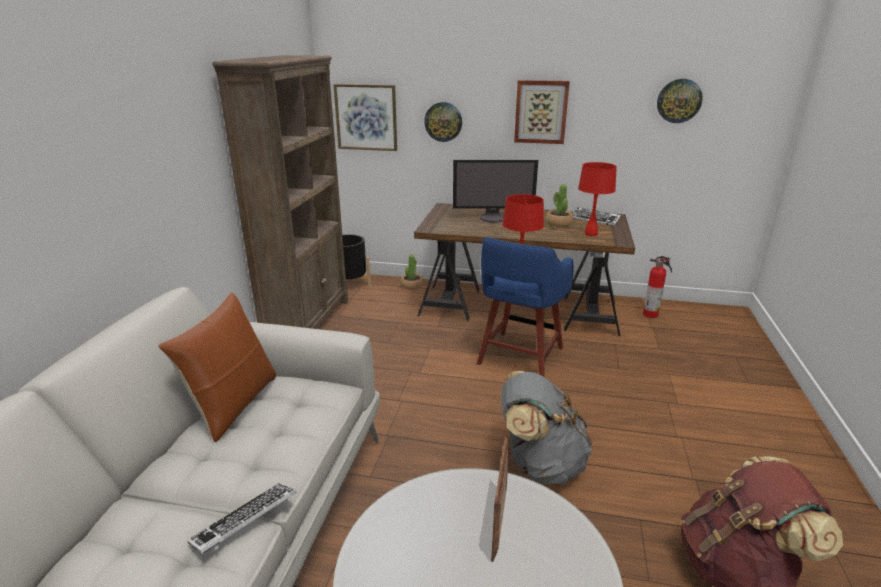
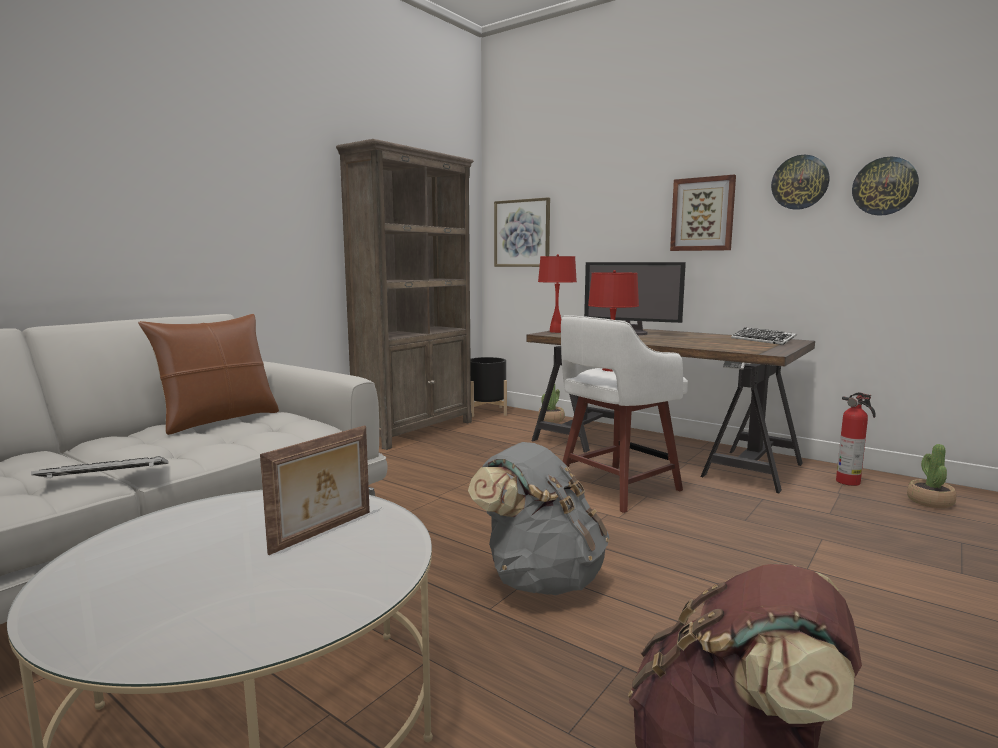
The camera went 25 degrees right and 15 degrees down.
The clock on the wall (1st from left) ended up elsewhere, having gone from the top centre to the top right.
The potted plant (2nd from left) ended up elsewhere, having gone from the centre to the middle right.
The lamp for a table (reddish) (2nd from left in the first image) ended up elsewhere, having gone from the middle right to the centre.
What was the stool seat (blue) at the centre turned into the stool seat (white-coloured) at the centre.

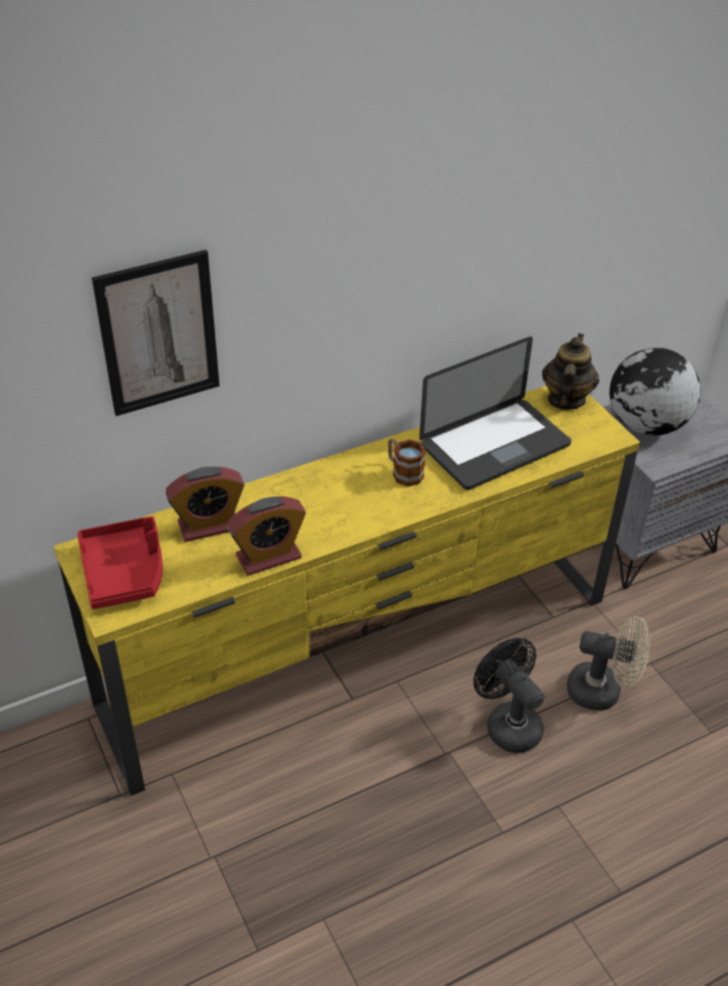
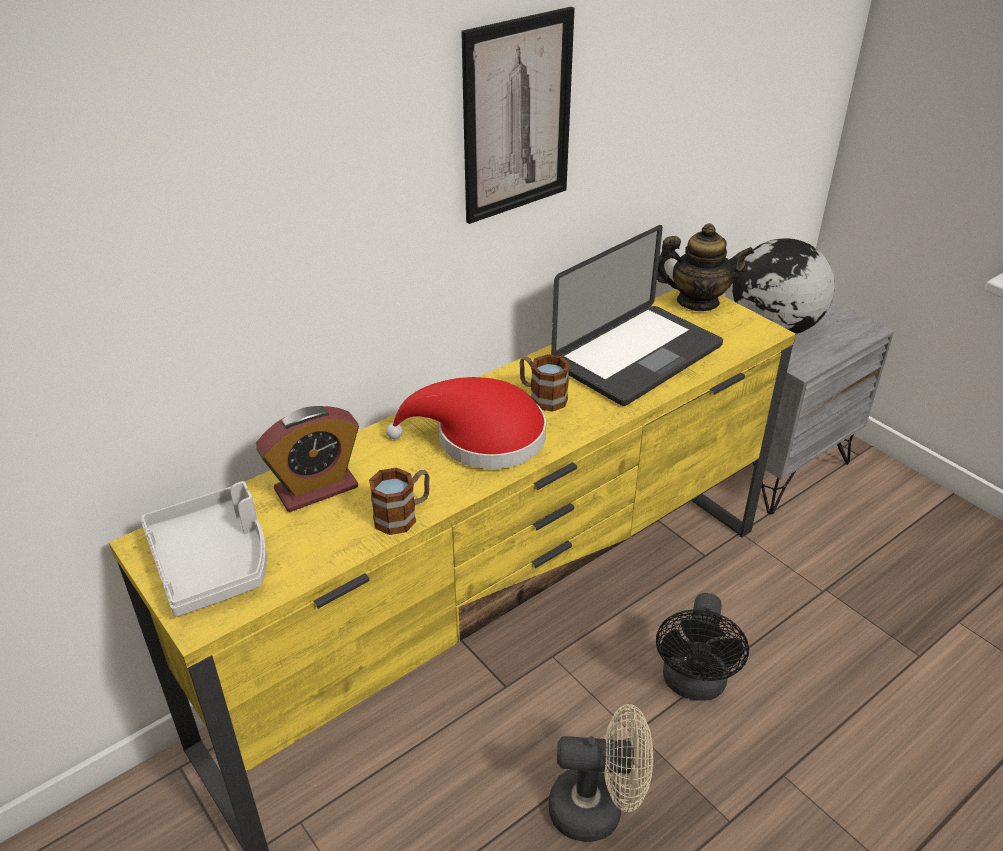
The camera went 10 degrees left and 5 degrees down.
The second view gained the hat (reddish) at the centre.
The picture ended up elsewhere, having gone from the middle left to the top centre.
The electric fan (beige-coloured) ended up elsewhere, having gone from the bottom right to the bottom centre.
Where the table clock (2nd from left) stood at the centre, the mug (1st from left) came to stand at the centre.
What was the serving tray (reddish) at the middle left turned into the serving tray (greyish) at the middle left.
The electric fan (black) at the bottom right ended up facing another way, 120 degrees counterclockwise from before.
The tea pot at the middle right ended up facing another way, 90 degrees clockwise from before.

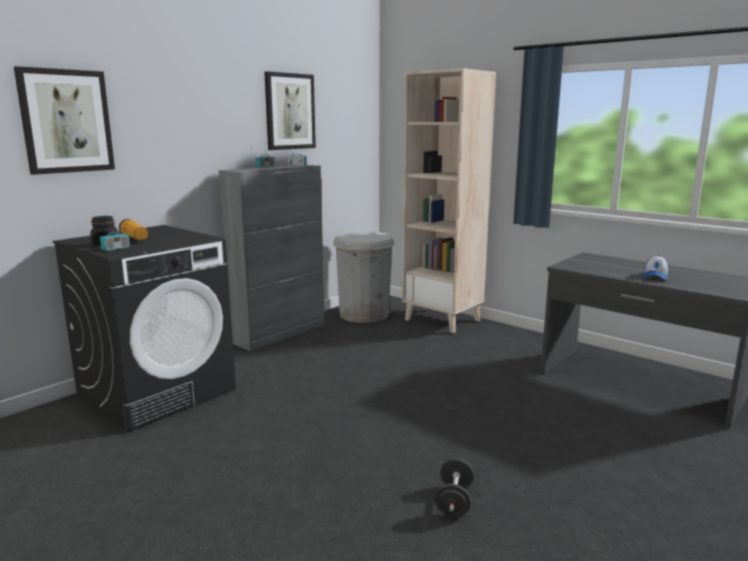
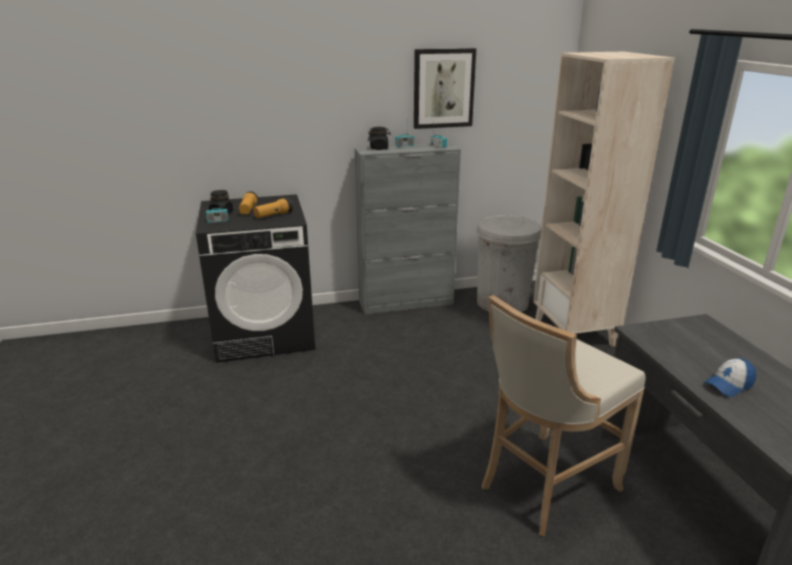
The camera went 35 degrees right and 10 degrees up.
The second view lost the picture (1st from left) at the top left.
The second view lost the hand weight (black) at the bottom centre.
The second view gained the flashlight (2nd from left) at the centre.
The second view gained the jar (black) (2nd from left) at the top centre.
The second view gained the stool seat (beige-coloured) at the bottom right.

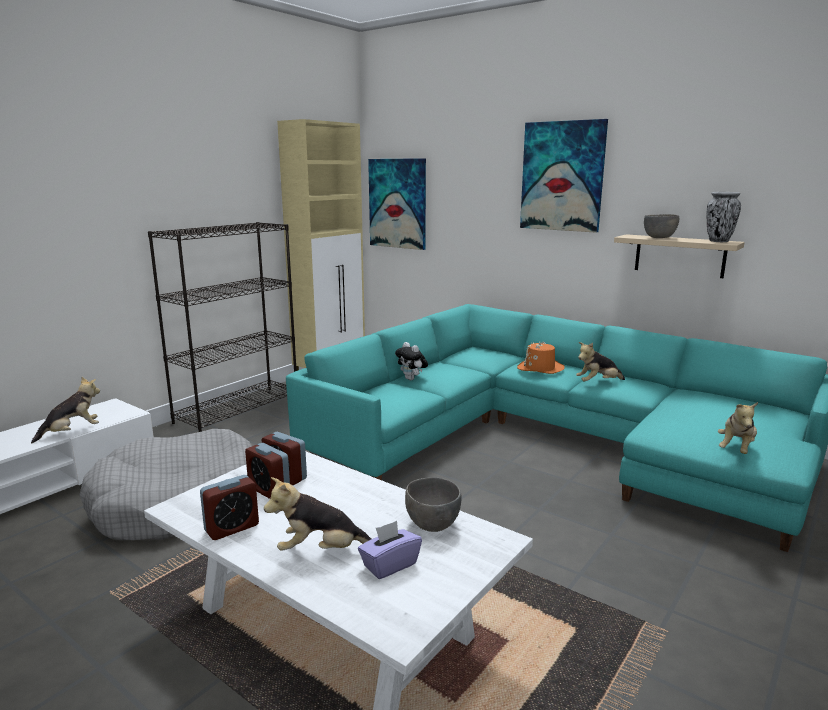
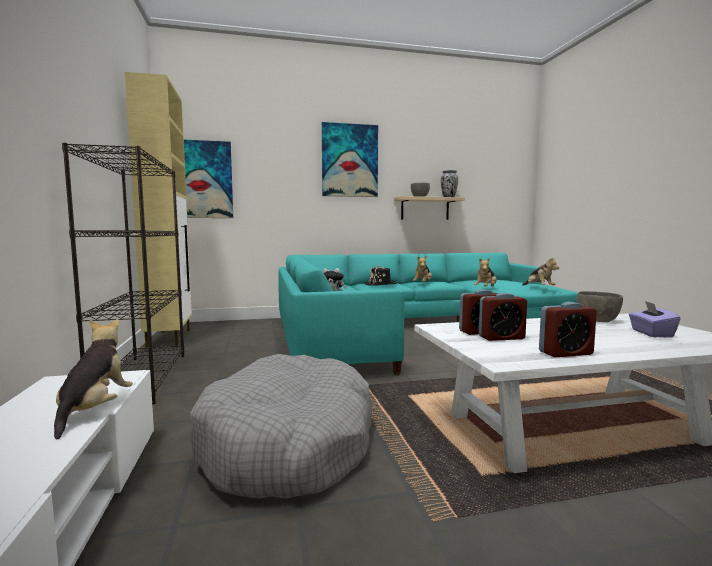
The camera went 50 degrees left and 10 degrees down.
The plush toy (2nd from left in the first image) ended up elsewhere, having gone from the bottom centre to the middle right.
What was the hat (orange-coloured) at the centre turned into the hat (black) at the centre.
The table clock (1st from left in the first image) at the bottom left ended up facing another way, 75 degrees clockwise from before.

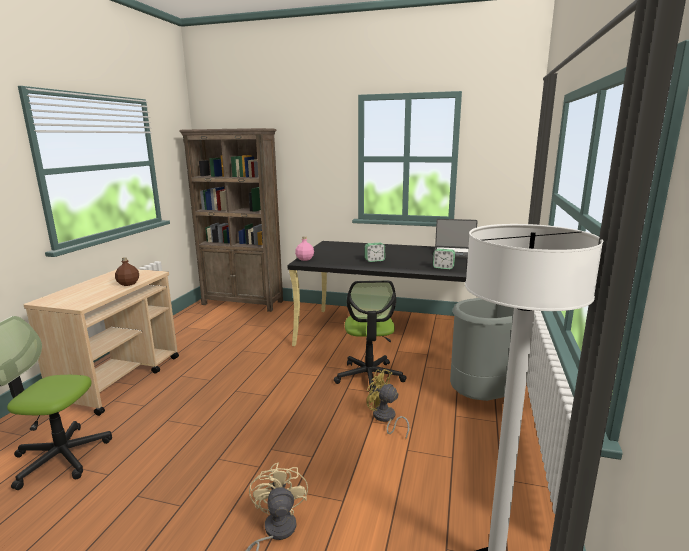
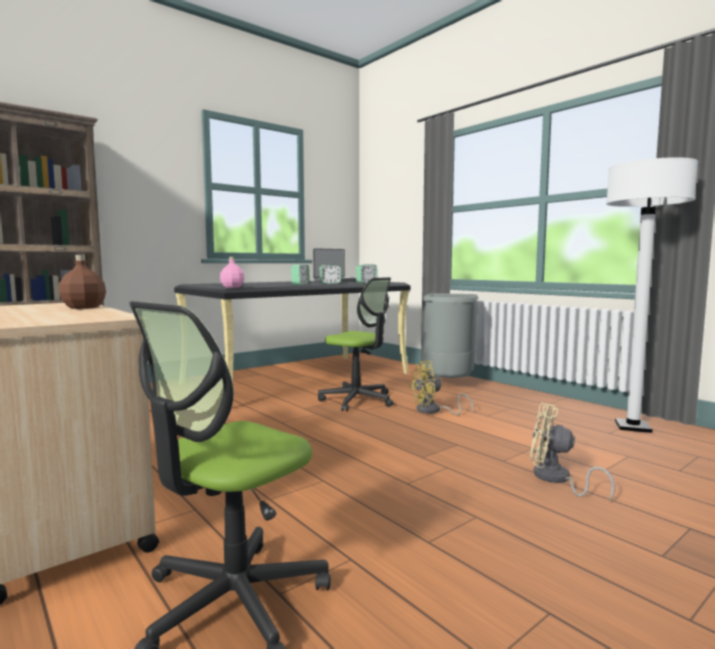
The camera went 55 degrees left and 10 degrees down.
The second view gained the table clock (2nd from left) at the centre.

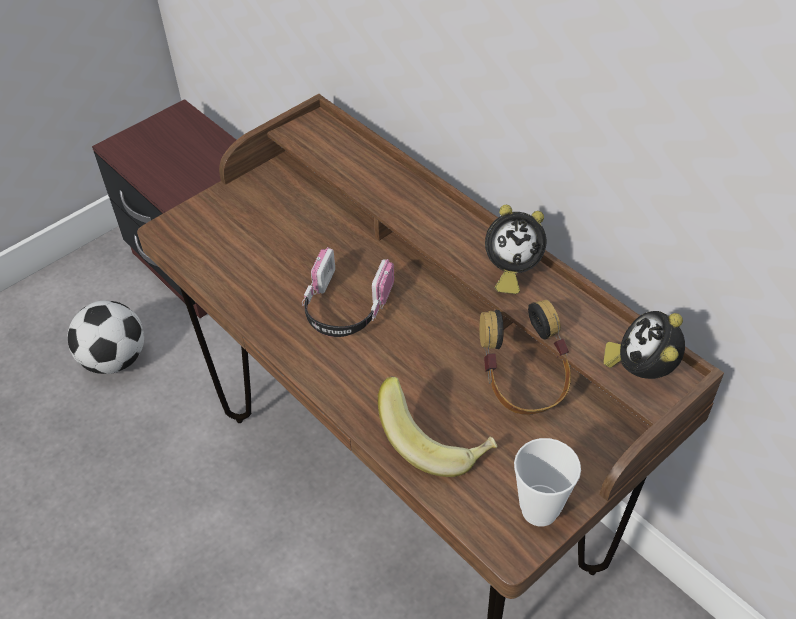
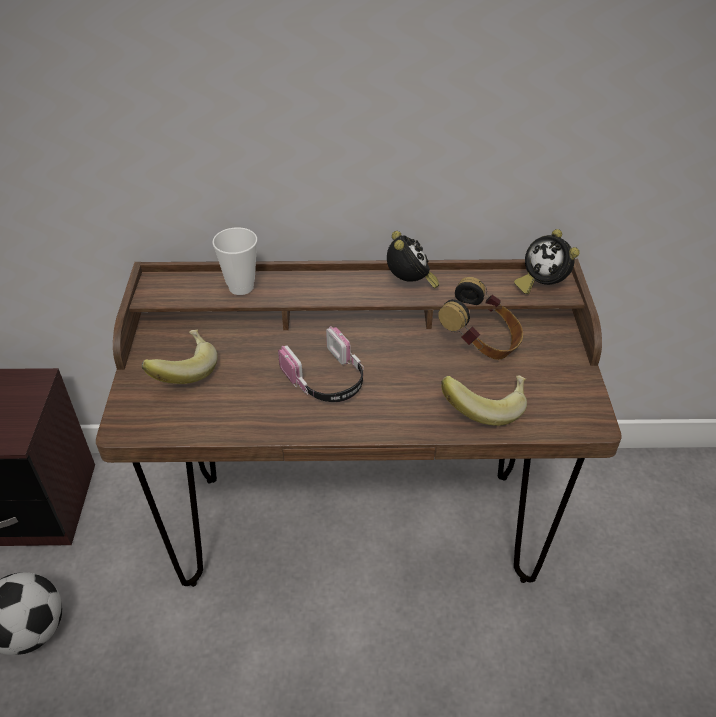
The camera went 50 degrees left and 5 degrees down.
The second view gained the whole banana (1st from left) at the middle left.
The small cup ended up elsewhere, having gone from the bottom right to the middle left.
The table clock (1st from left) at the centre ended up facing another way, 45 degrees counterclockwise from before.

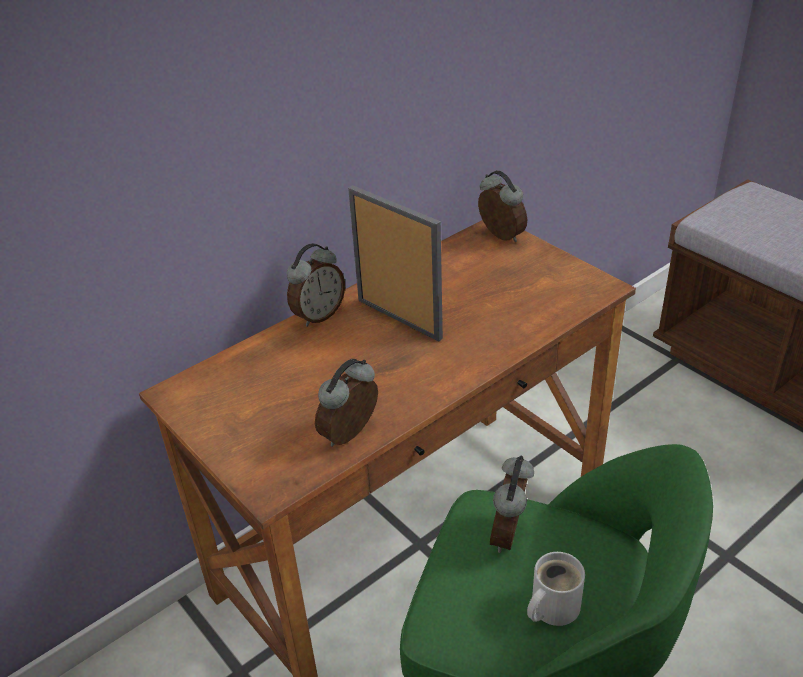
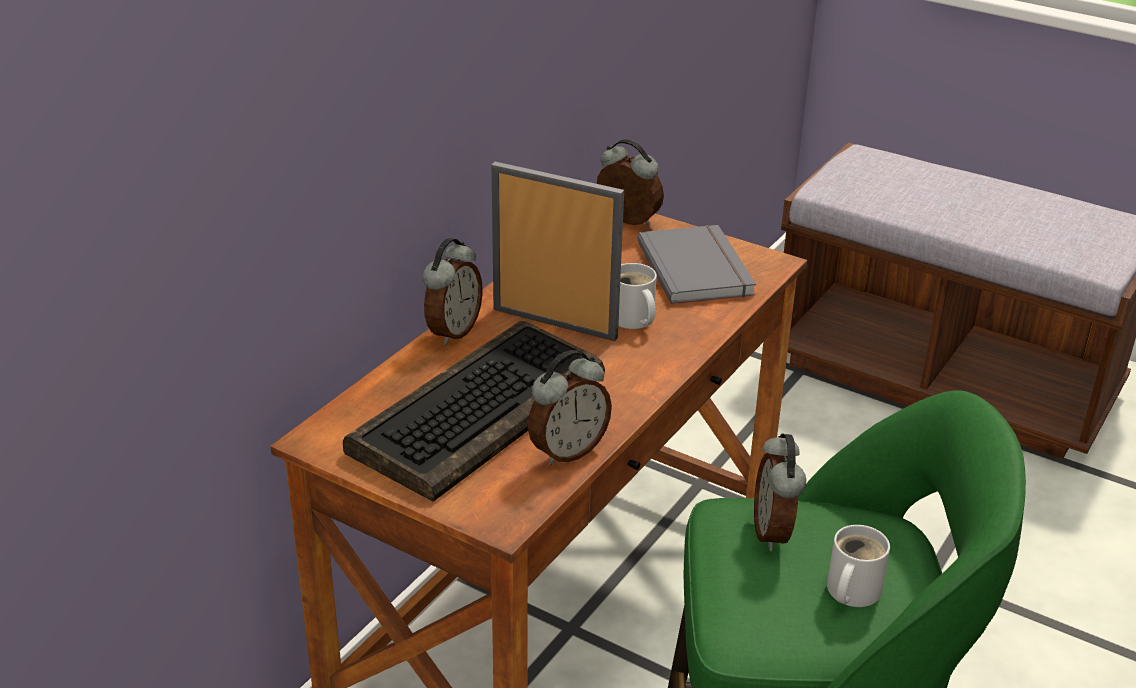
The camera went 20 degrees left and 5 degrees down.
The second view gained the PC keyboard at the centre.
The second view gained the mug (white-coloured) (1st from left) at the centre.
The second view gained the bound book (greyish) at the centre.
The table clock (2nd from left) at the centre ended up facing another way, 150 degrees counterclockwise from before.

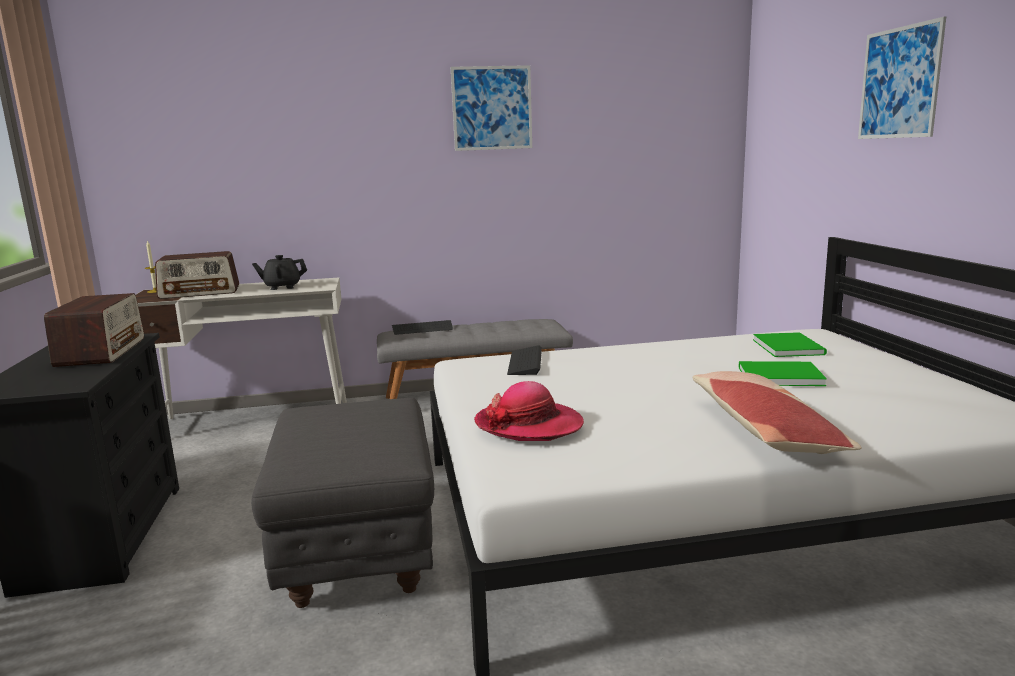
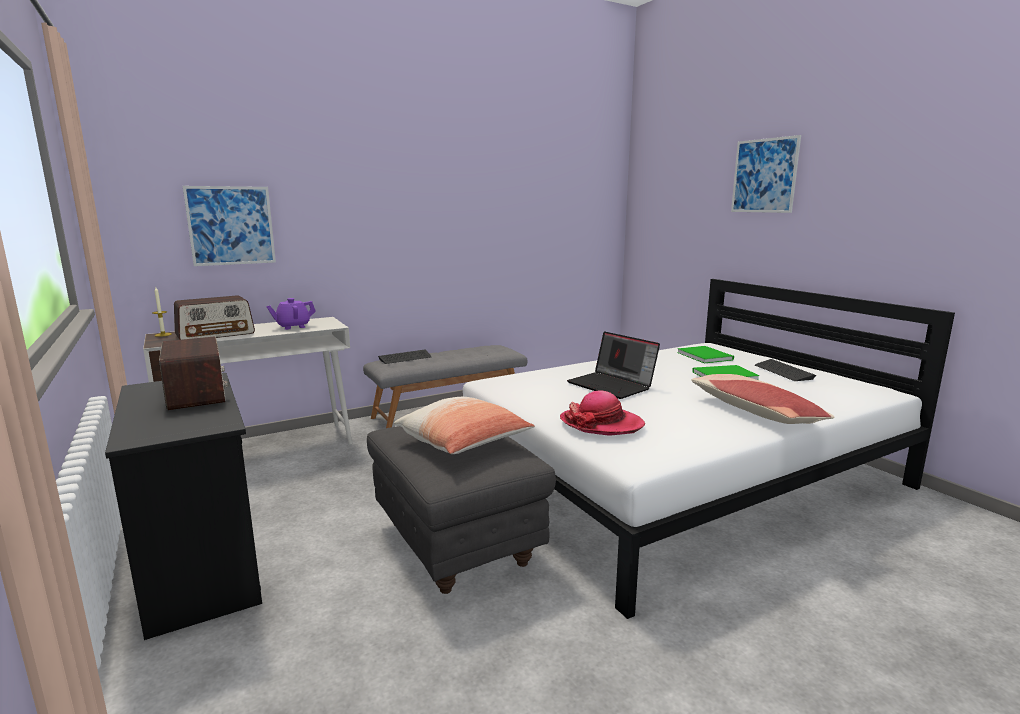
The camera went 20 degrees left and 0 degrees up.
The second view gained the cushion (1st from left) at the centre.
The second view gained the notebook computer at the centre.
The picture (1st from left) ended up elsewhere, having gone from the top centre to the top left.
The PC keyboard (2nd from left) ended up elsewhere, having gone from the centre to the middle right.
What was the tea pot (black) at the middle left turned into the tea pot (purple) at the middle left.

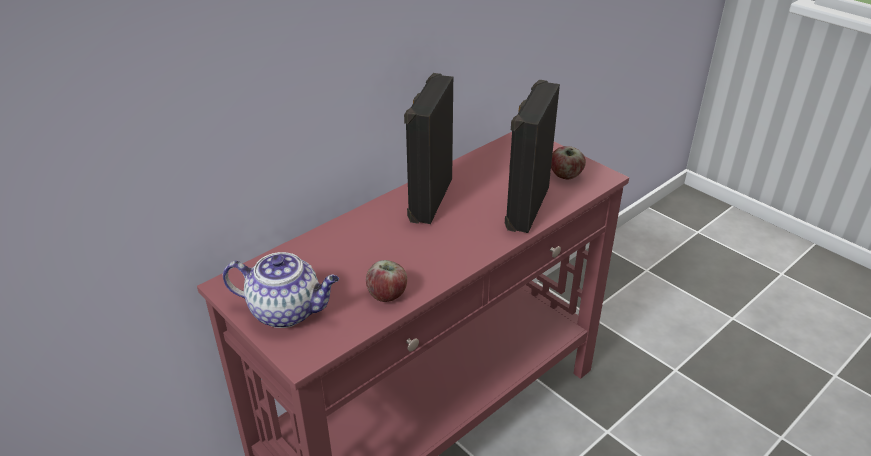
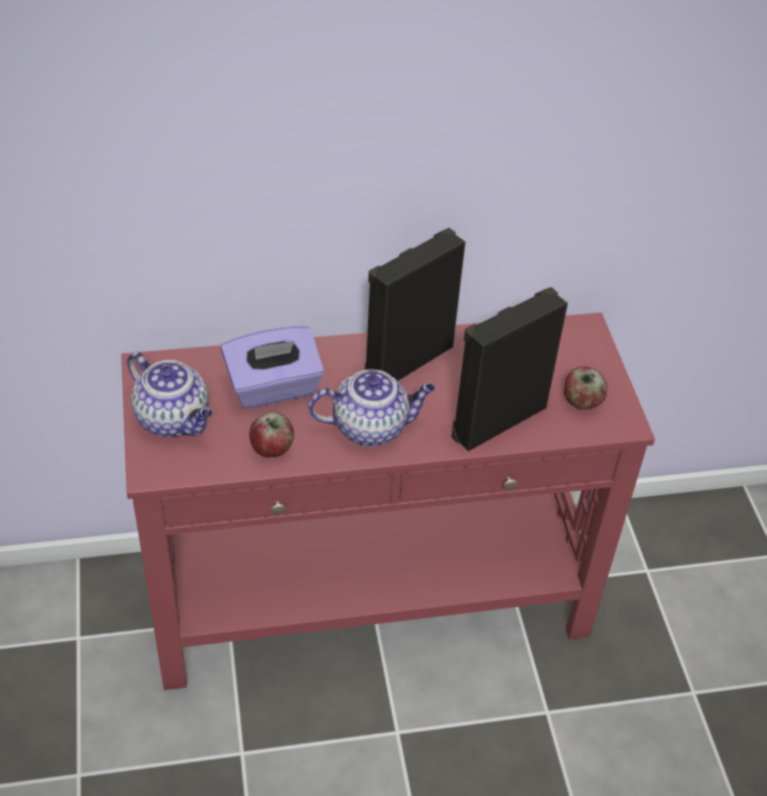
The camera went 30 degrees right and 10 degrees up.
The second view gained the tissue box (purple) at the centre.
The second view gained the tea pot (2nd from left) at the centre.

